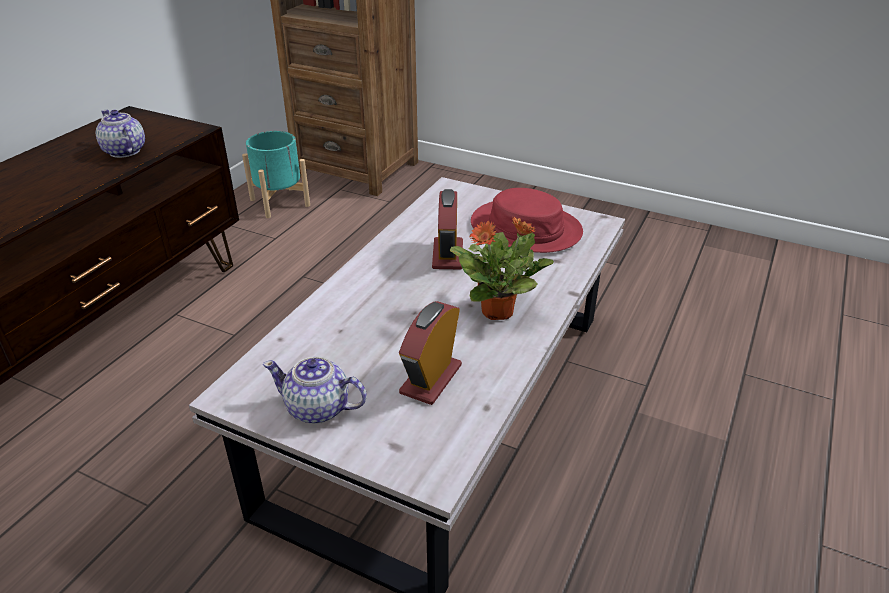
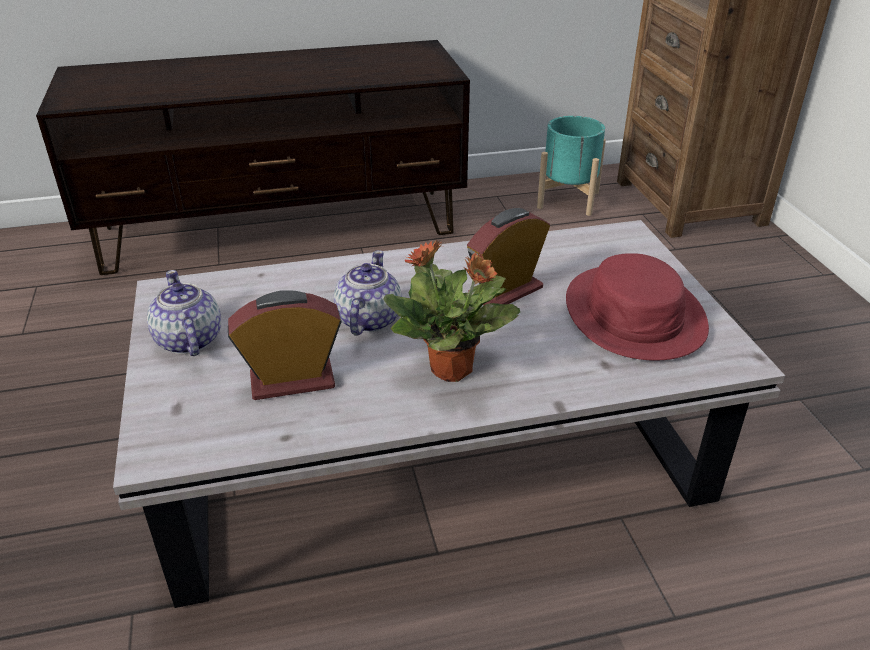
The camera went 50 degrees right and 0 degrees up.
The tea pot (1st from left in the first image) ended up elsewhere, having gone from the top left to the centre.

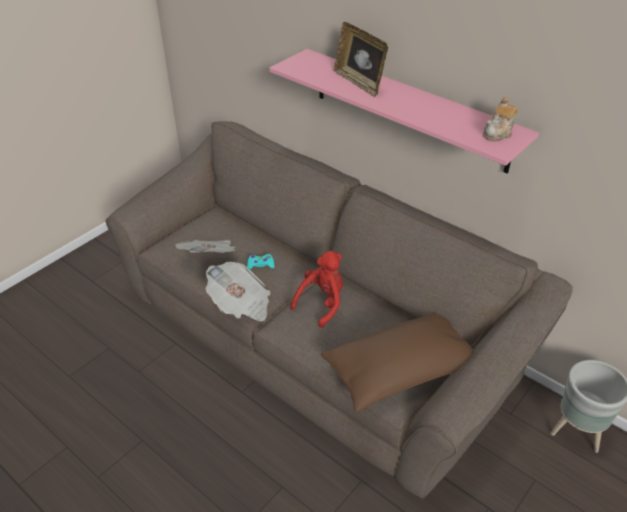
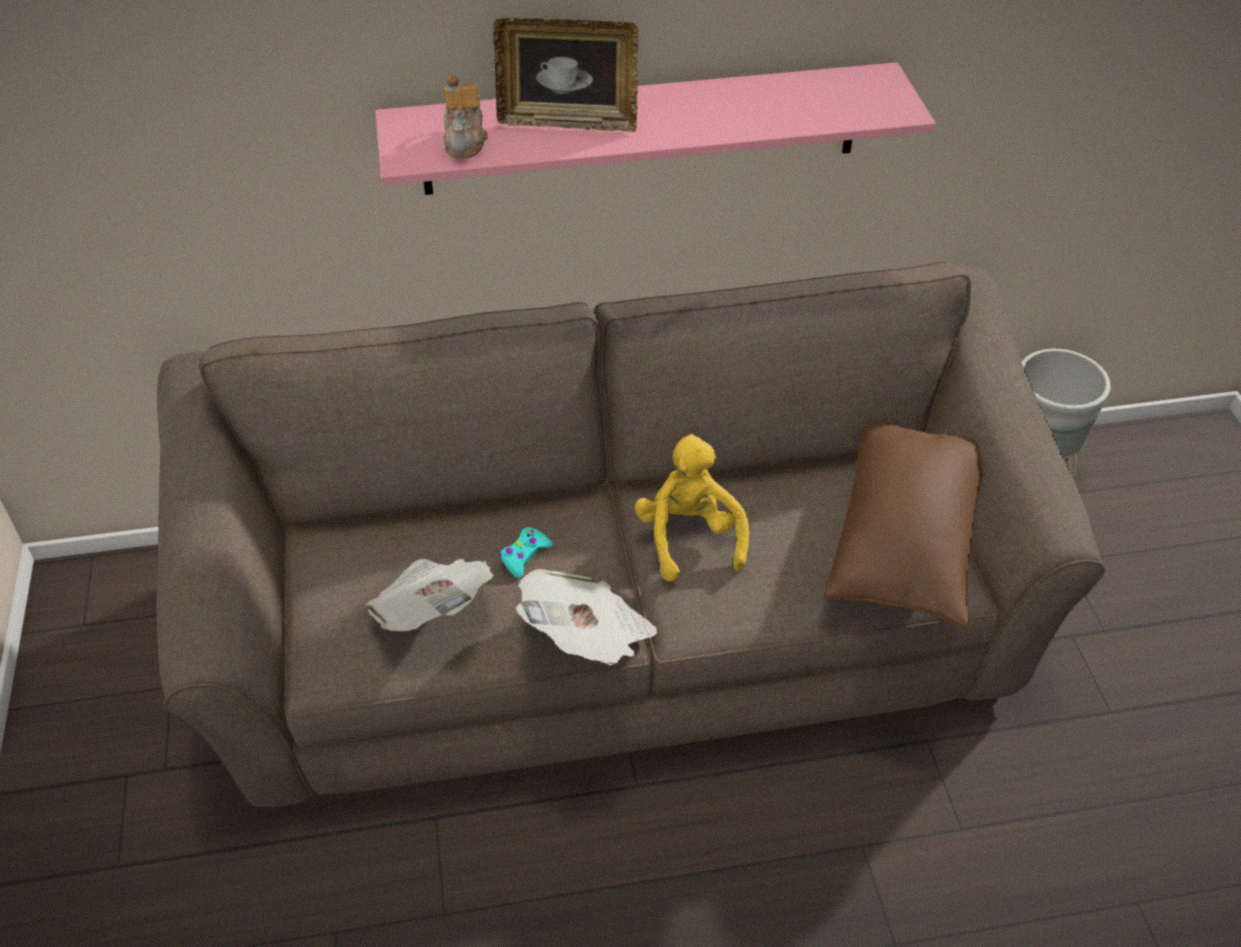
The camera went 50 degrees left and 5 degrees up.
The tea pot ended up elsewhere, having gone from the top right to the top centre.
What was the plush toy (reddish) at the centre turned into the plush toy (yellow) at the centre.

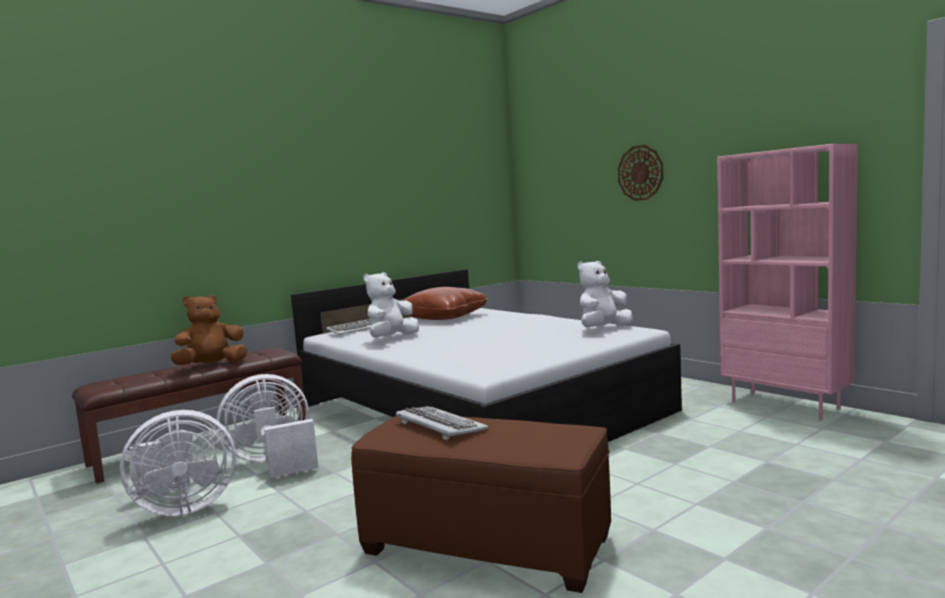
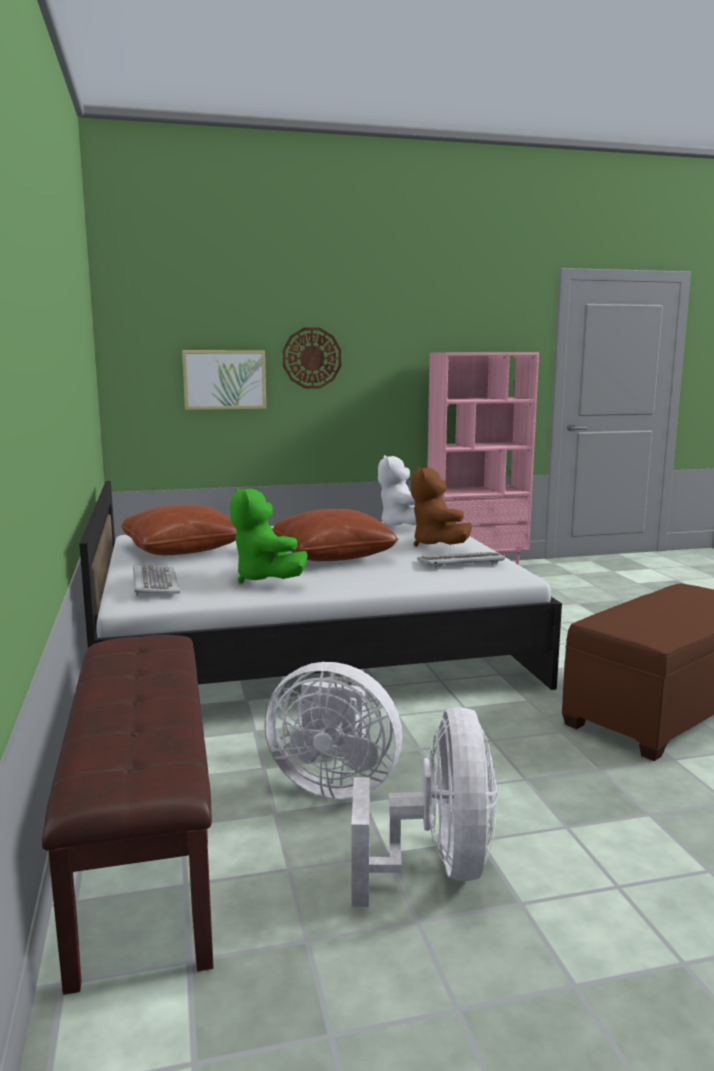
The camera went 65 degrees left and 5 degrees up.
The second view gained the picture at the middle left.
The second view gained the cushion (brownish) (2nd from left) at the centre.
The plush toy (brownish) ended up elsewhere, having gone from the middle left to the centre.
The PC keyboard (2nd from left) ended up elsewhere, having gone from the bottom centre to the centre.
What was the plush toy (white-coloured) (1st from left) at the centre turned into the plush toy (green) at the centre.
The electric fan (white-coloured) (2nd from left in the first image) at the bottom left ended up facing another way, 75 degrees counterclockwise from before.

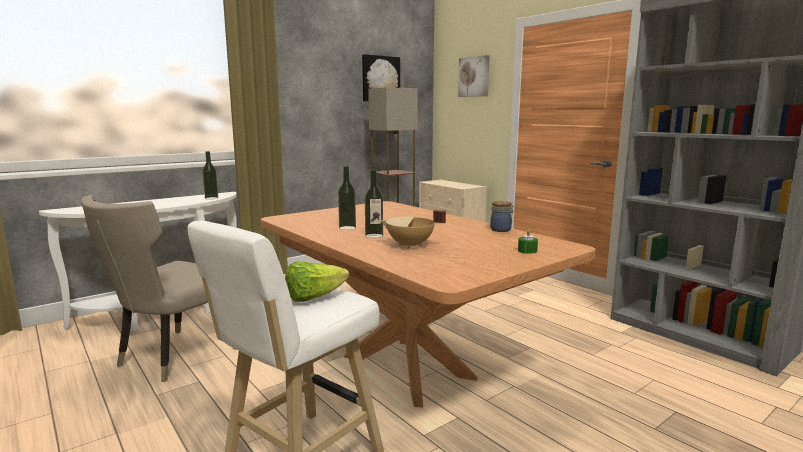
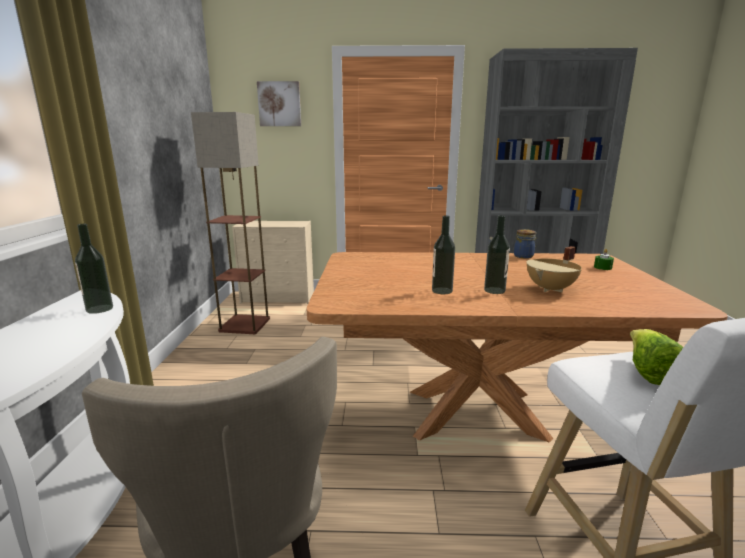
The camera went 50 degrees left and 5 degrees up.
The second view lost the picture (1st from left) at the top centre.

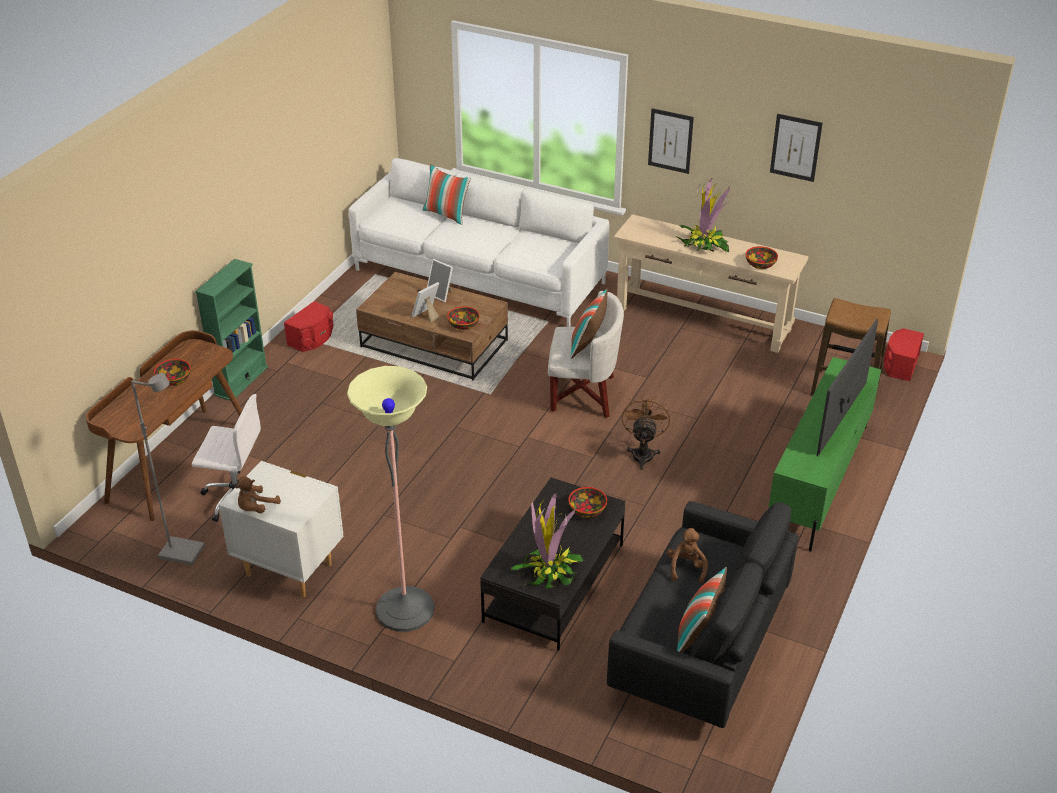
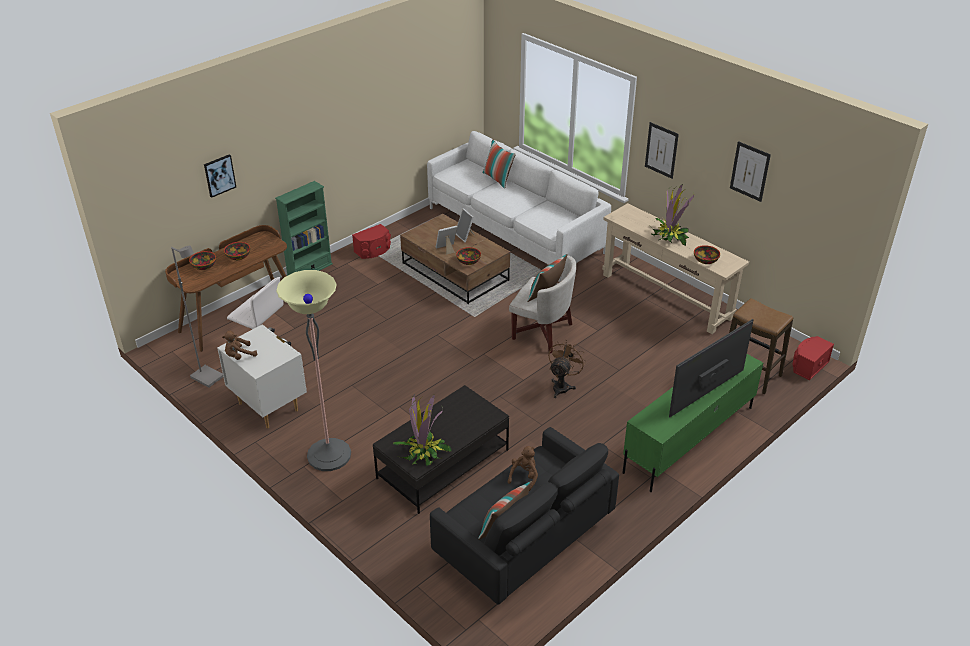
The camera went 20 degrees right and 0 degrees up.
The second view gained the picture (1st from left) at the top left.
The serving bowl (3rd from left in the first image) ended up elsewhere, having gone from the centre to the middle left.

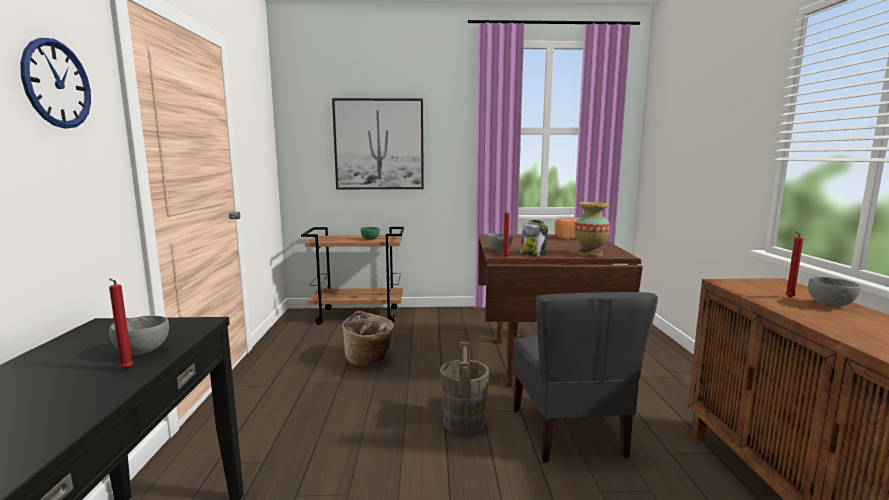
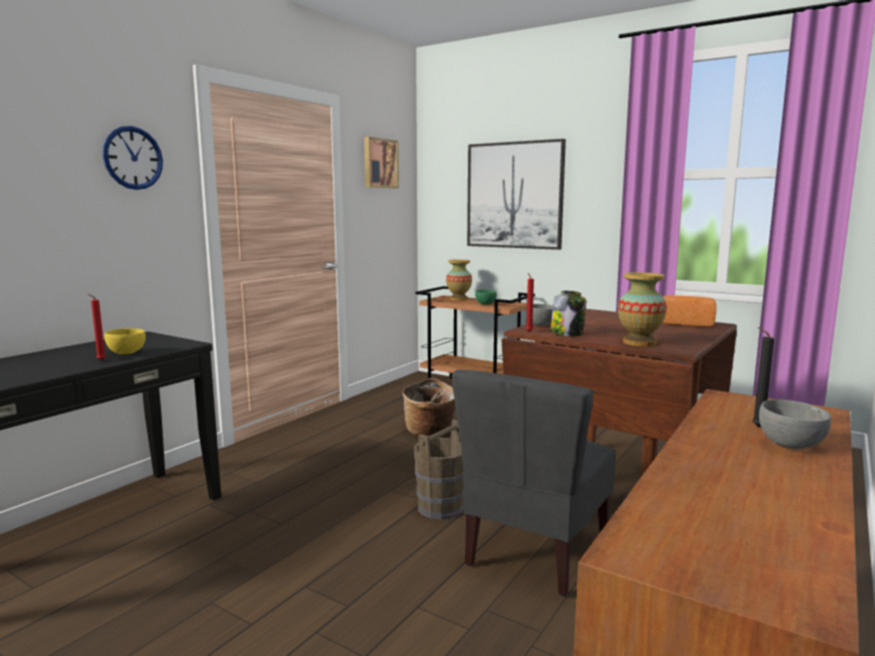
The camera went 35 degrees right and 0 degrees up.
The second view gained the picture (1st from left) at the top centre.
The second view gained the vase (1st from left) at the centre.
What was the serving bowl (greyish) (1st from left) at the bottom left turned into the serving bowl (yellow) at the middle left.
What was the wax light (reddish) (3rd from left) at the middle right turned into the wax light (black) at the middle right.

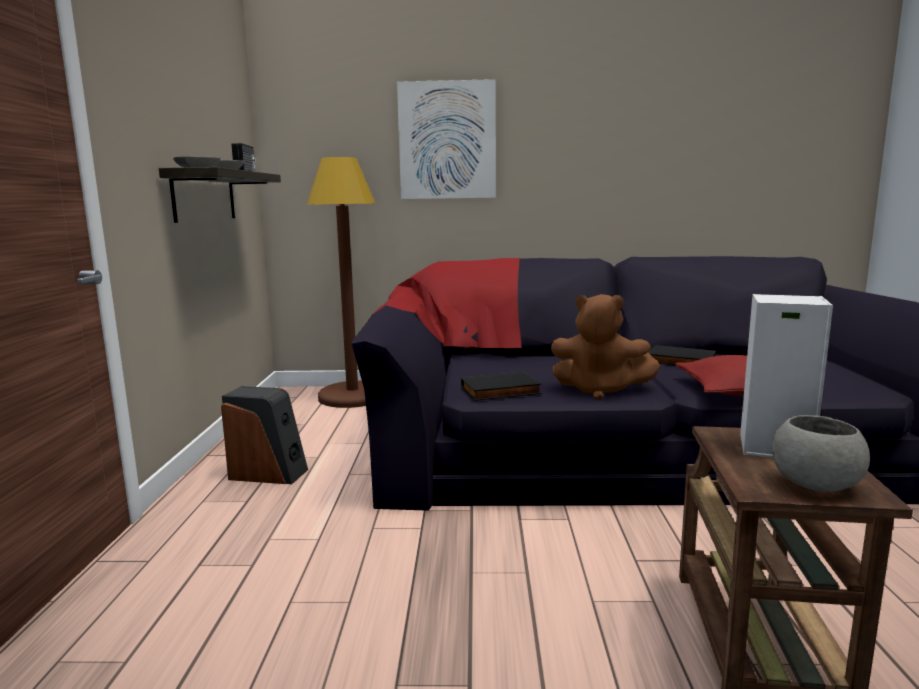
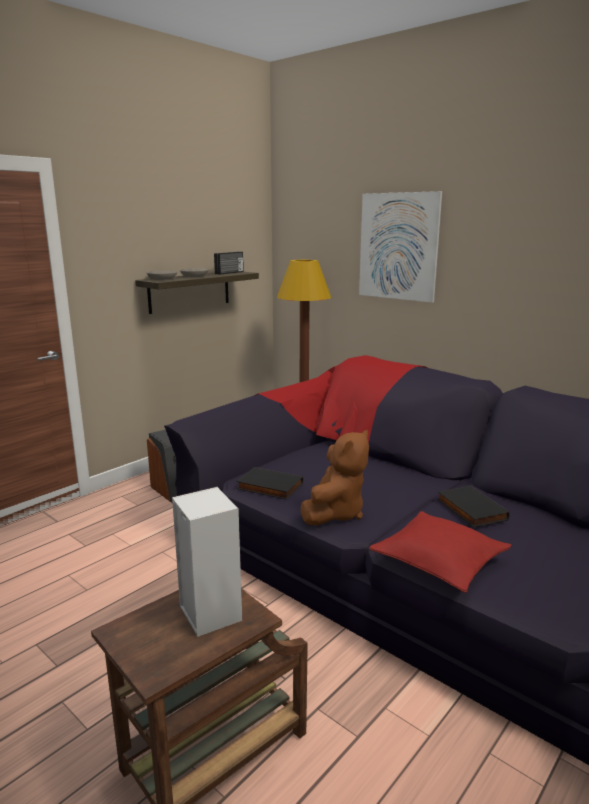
The camera went 40 degrees right and 5 degrees up.
The second view lost the serving bowl (greyish) (3rd from left) at the middle right.
The plush toy (brownish) at the centre ended up facing another way, 120 degrees counterclockwise from before.

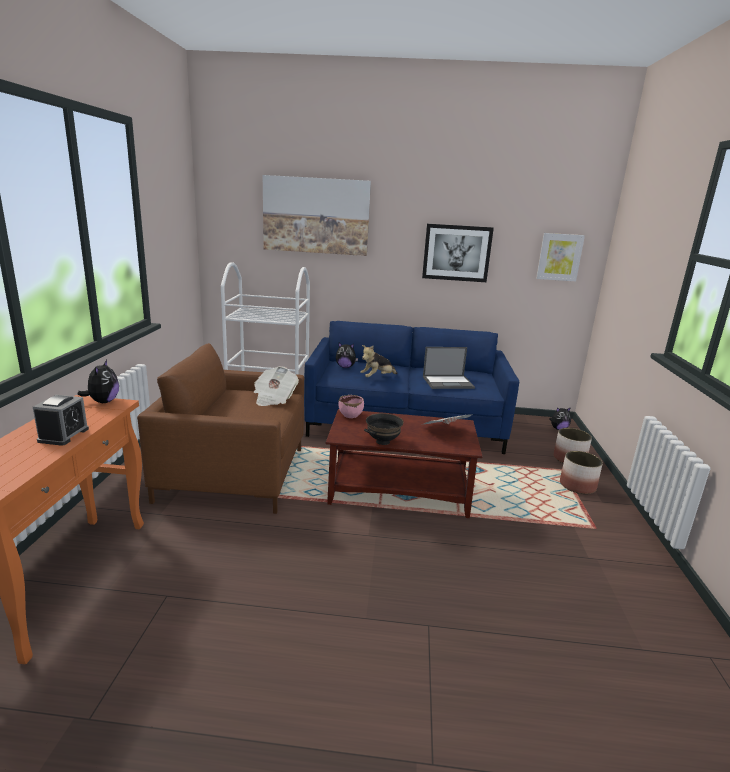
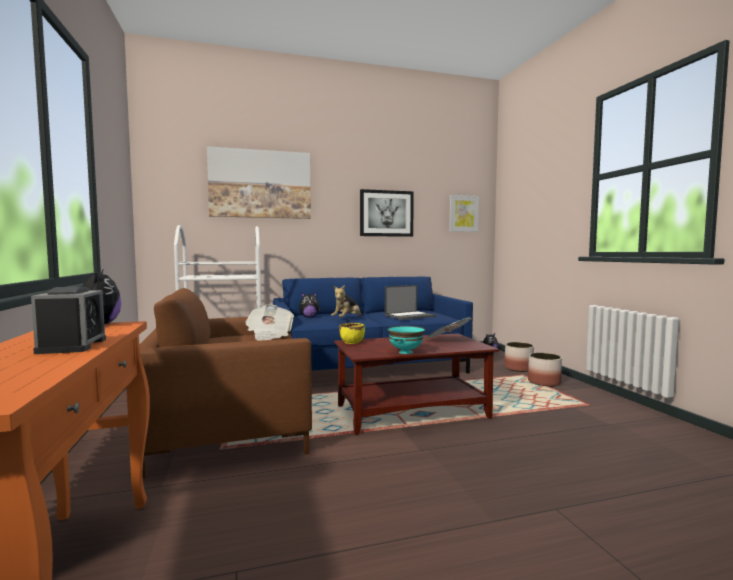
The camera went 20 degrees left and 15 degrees down.
What was the serving bowl (pinkish) at the centre turned into the serving bowl (yellow) at the centre.
What was the serving bowl (black) at the centre turned into the serving bowl (turquoise) at the centre.

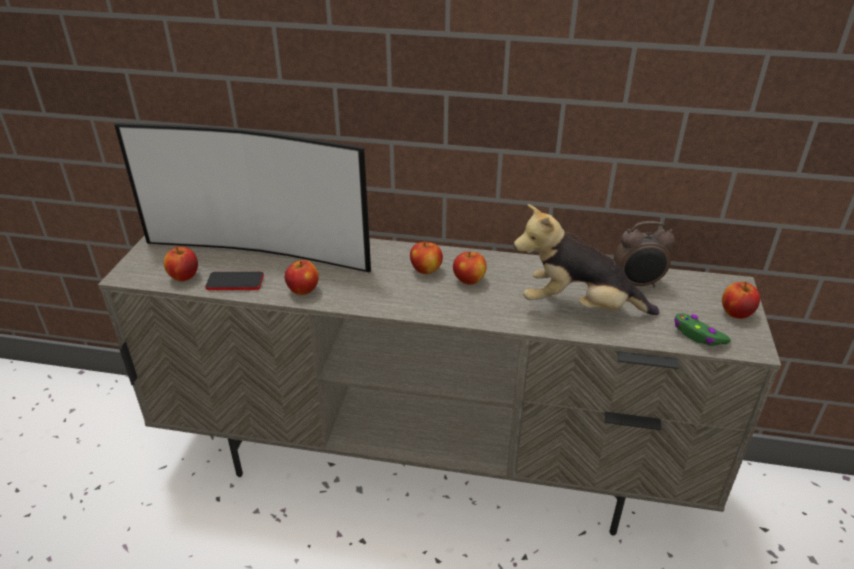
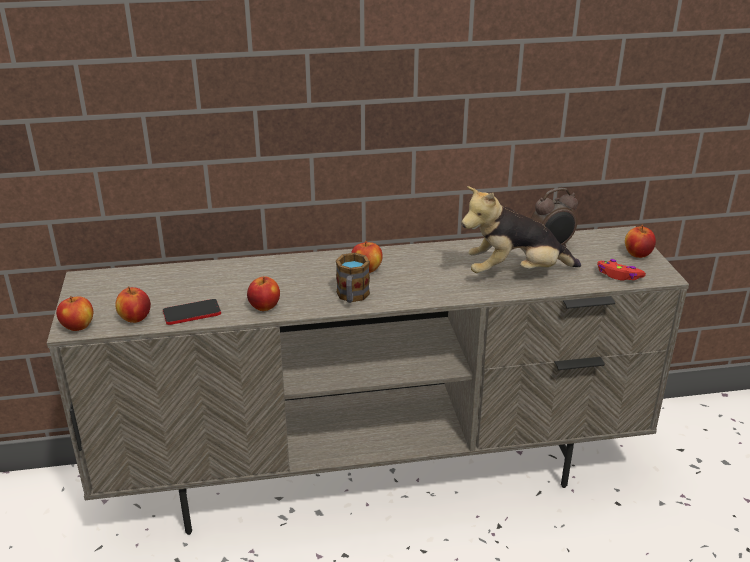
The camera went 20 degrees left and 5 degrees down.
The second view lost the television at the middle left.
The second view gained the mug at the centre.
The whole apple (4th from left in the first image) ended up elsewhere, having gone from the centre to the middle left.
What was the game controller (green) at the middle right turned into the game controller (reddish) at the middle right.

